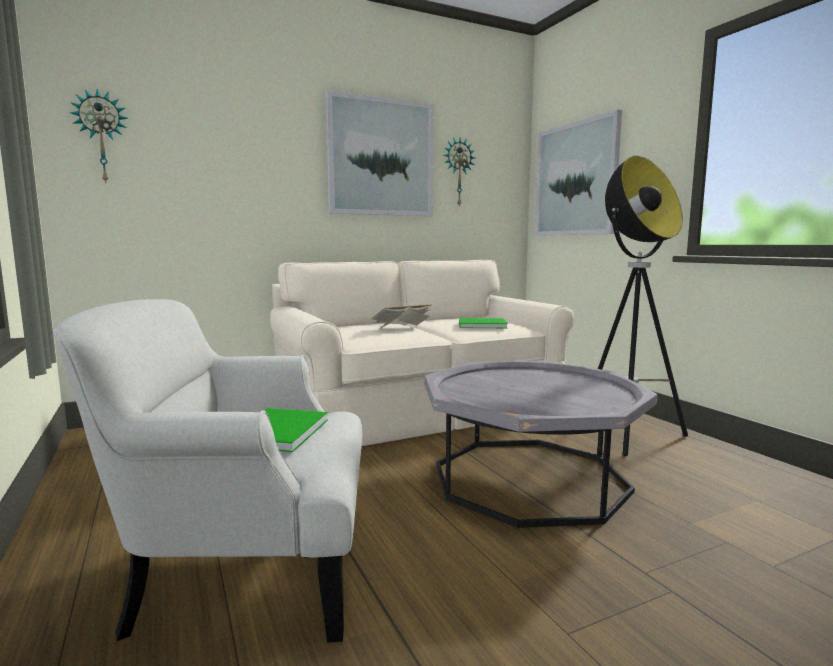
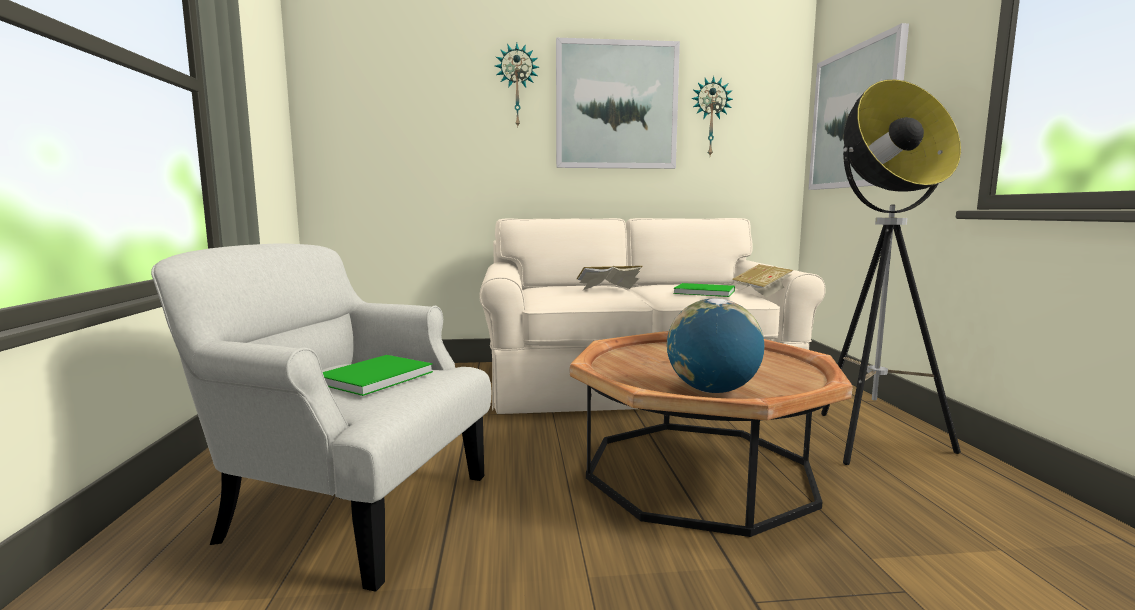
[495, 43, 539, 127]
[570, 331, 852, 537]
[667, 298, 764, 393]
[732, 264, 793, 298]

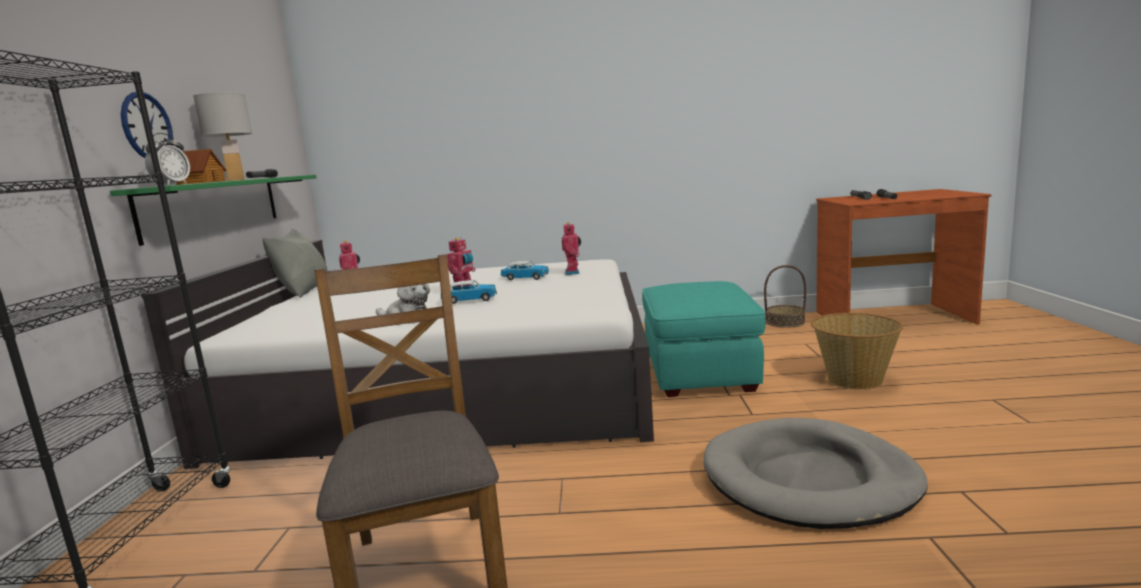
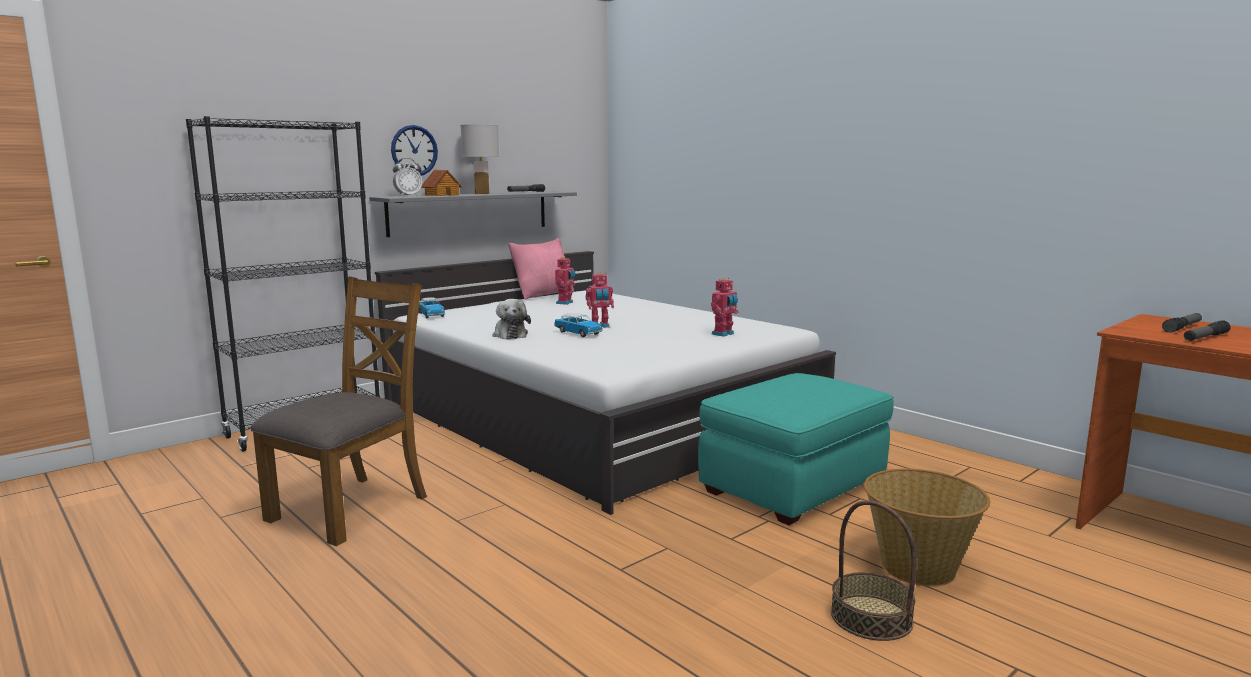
[369, 191, 577, 237]
[508, 238, 574, 299]
[419, 297, 445, 318]
[703, 418, 927, 529] (first image)
[831, 500, 917, 641]

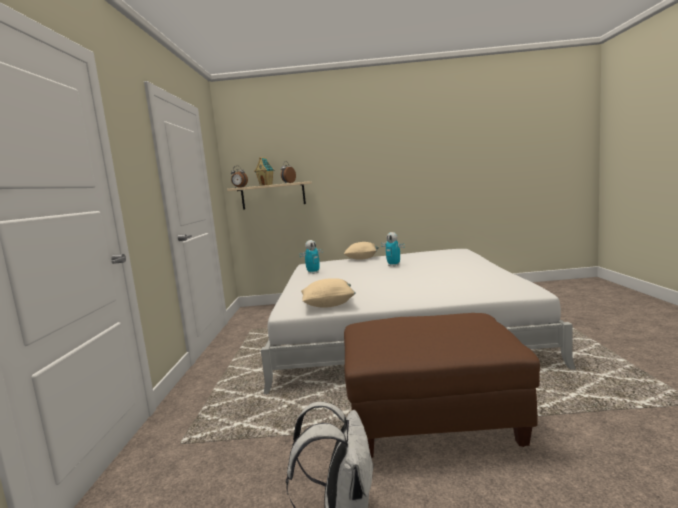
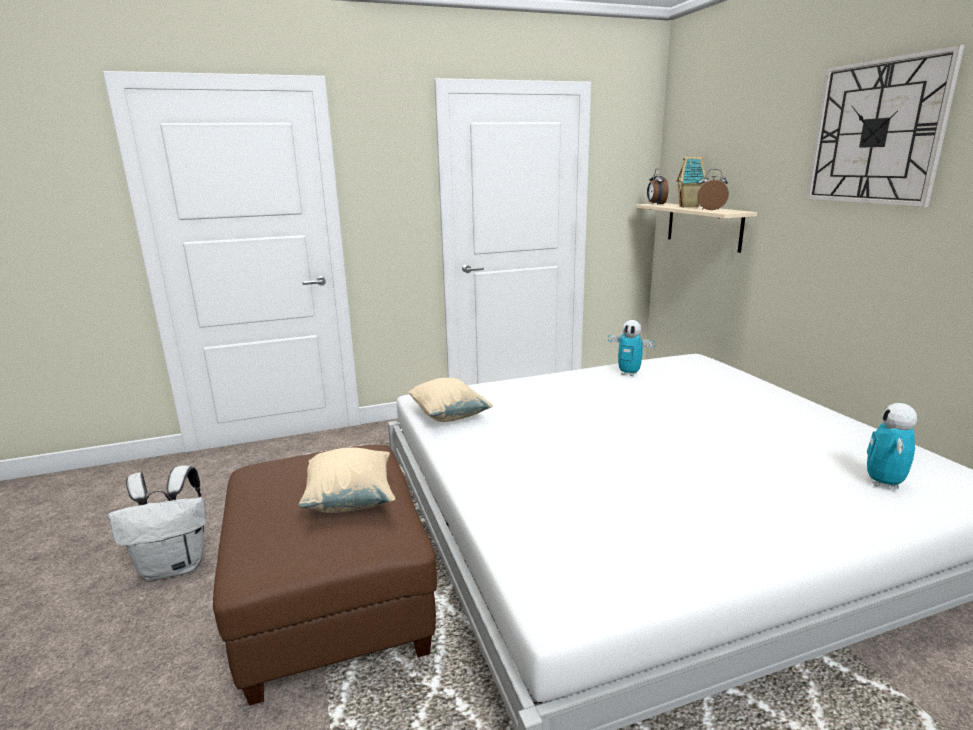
[299, 447, 395, 513]
[867, 403, 917, 490]
[806, 45, 965, 207]

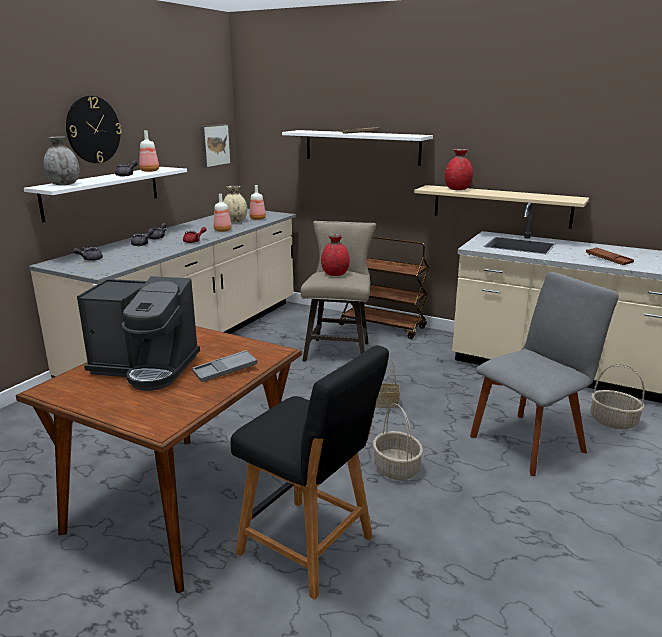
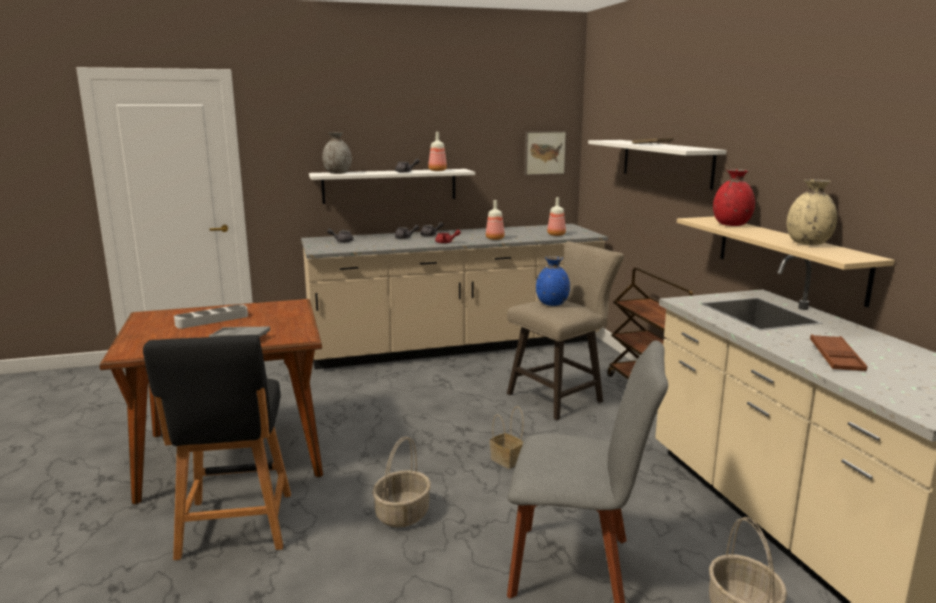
[66, 96, 122, 163] (first image)
[174, 304, 248, 329]
[787, 179, 837, 245]
[536, 256, 570, 306]

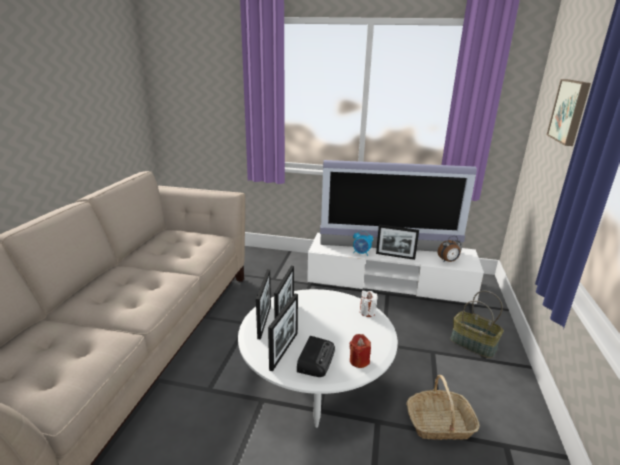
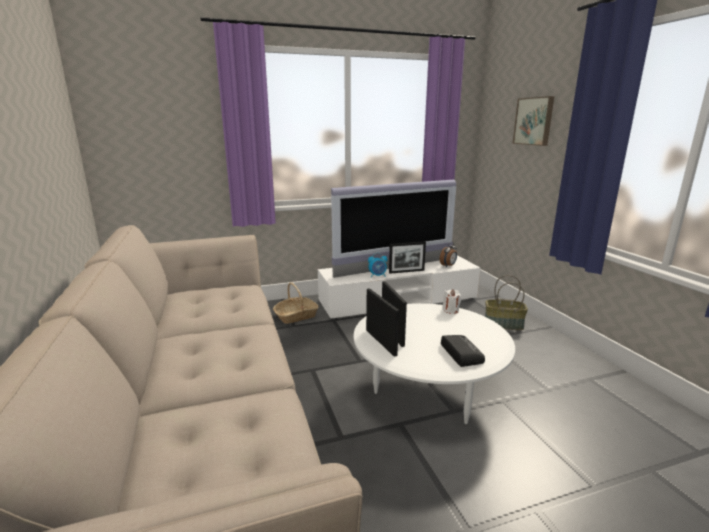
[268, 294, 298, 371] (first image)
[350, 334, 371, 368] (first image)
[273, 282, 319, 324]

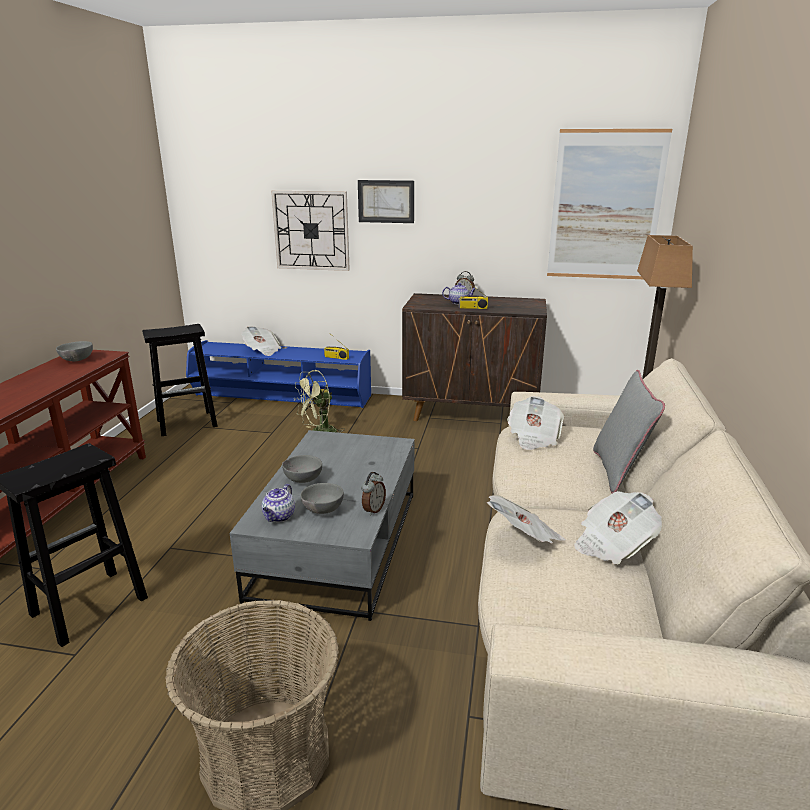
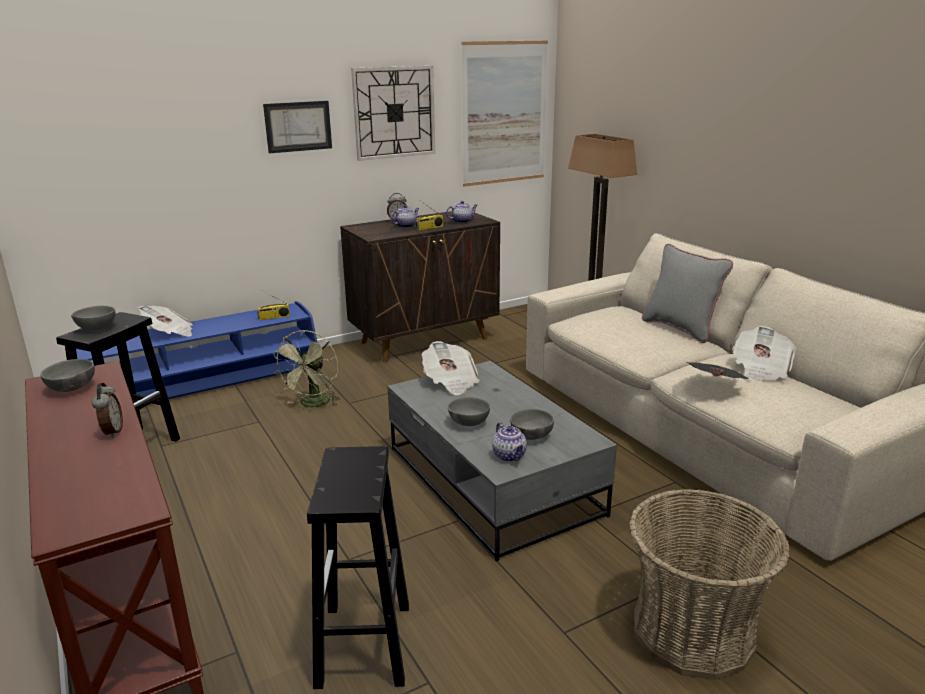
[351, 66, 435, 161]
[92, 383, 123, 438]
[422, 341, 480, 395]
[71, 306, 115, 330]
[446, 201, 477, 223]

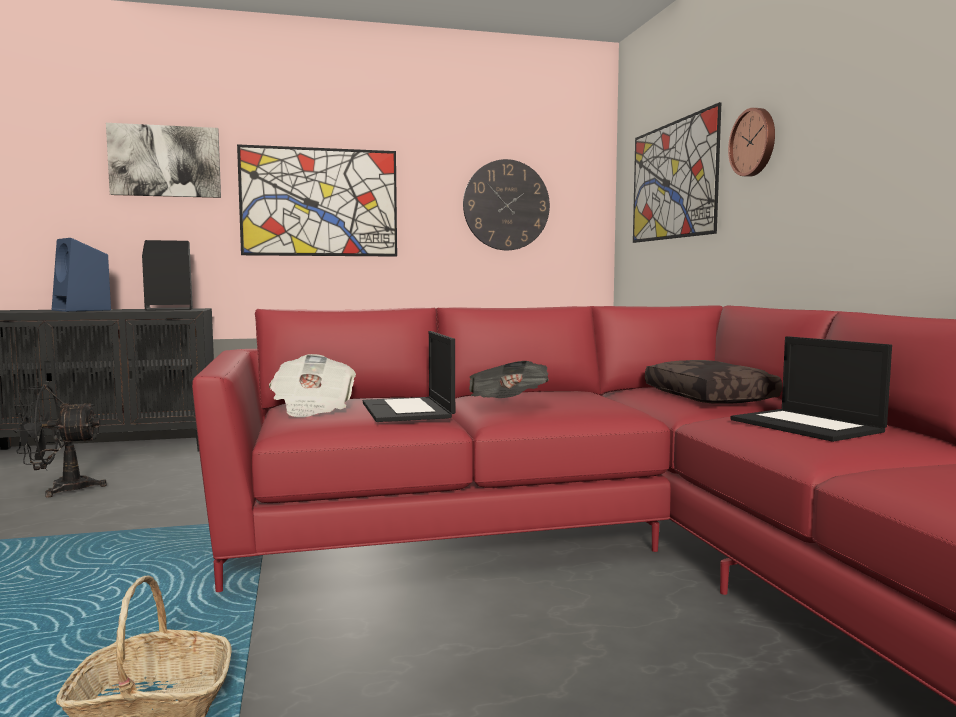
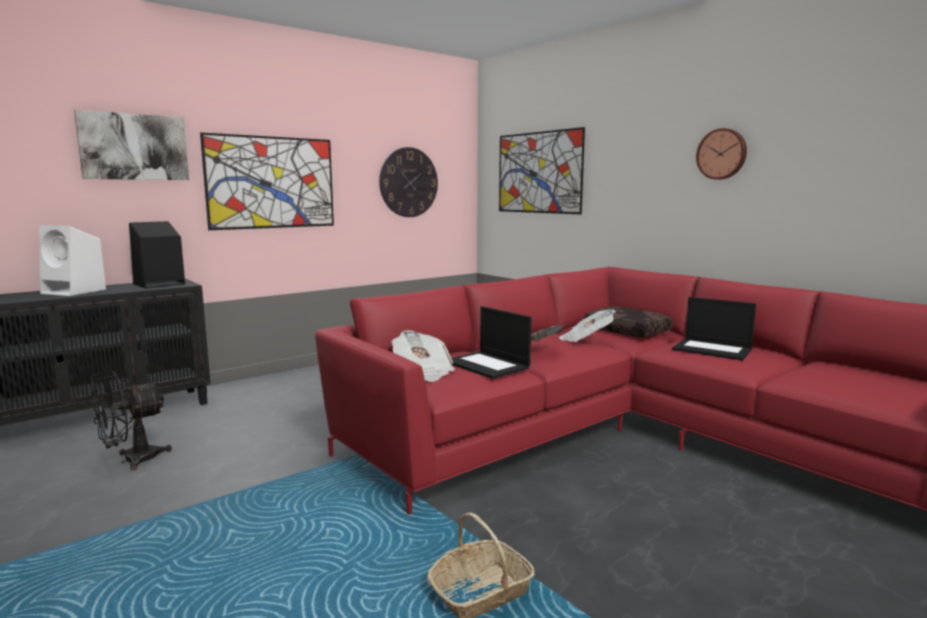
[39, 225, 106, 296]
[696, 128, 747, 180]
[559, 309, 616, 342]

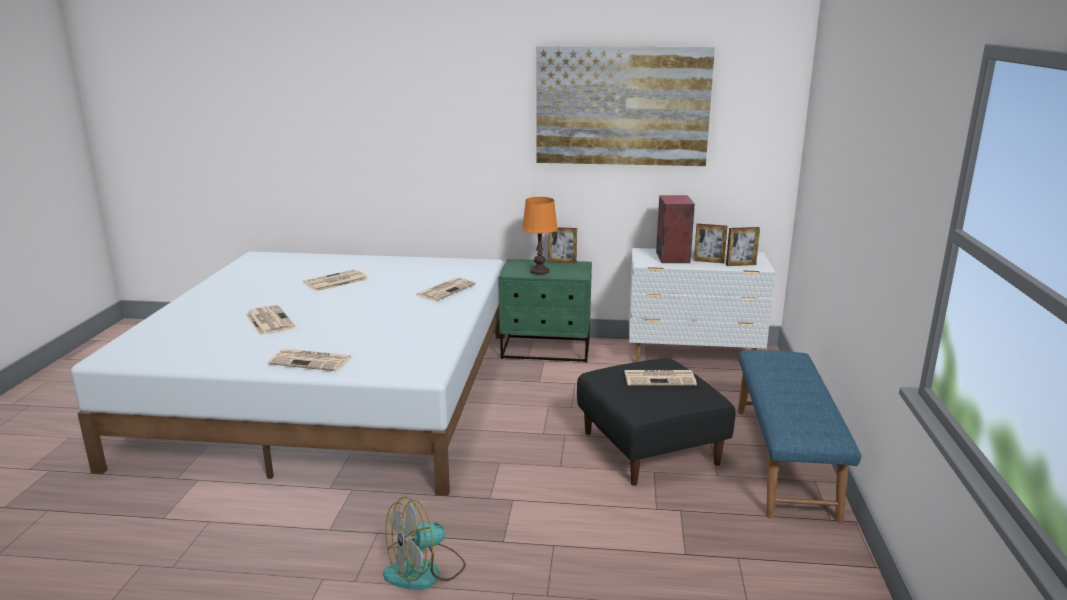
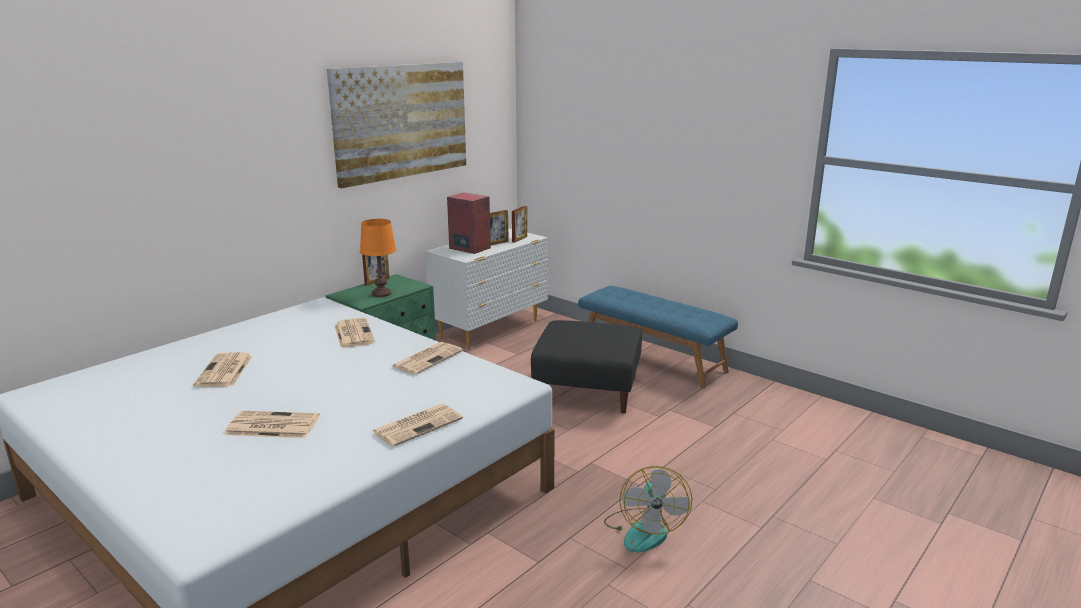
[391, 342, 463, 375]

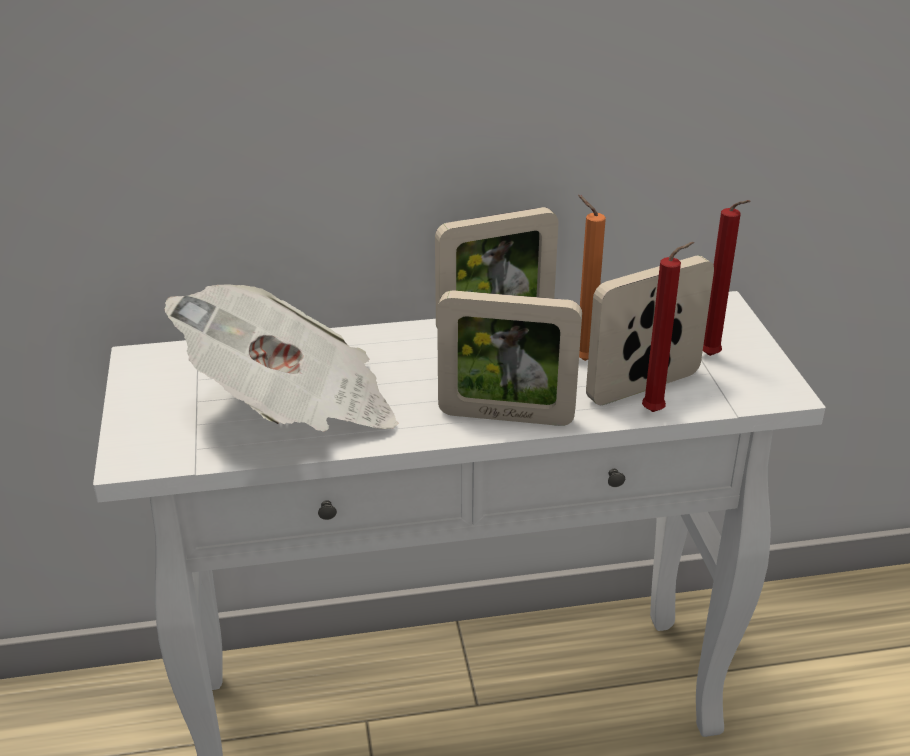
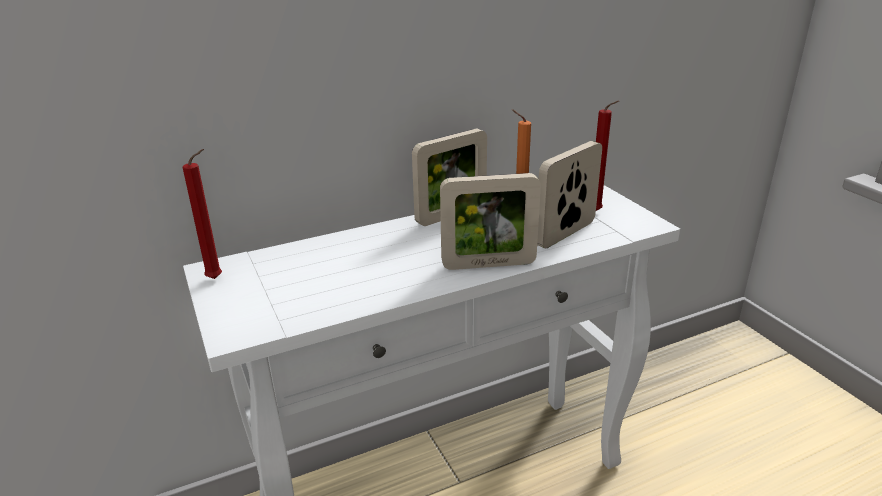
[164, 285, 399, 432] (first image)
[183, 149, 222, 279]

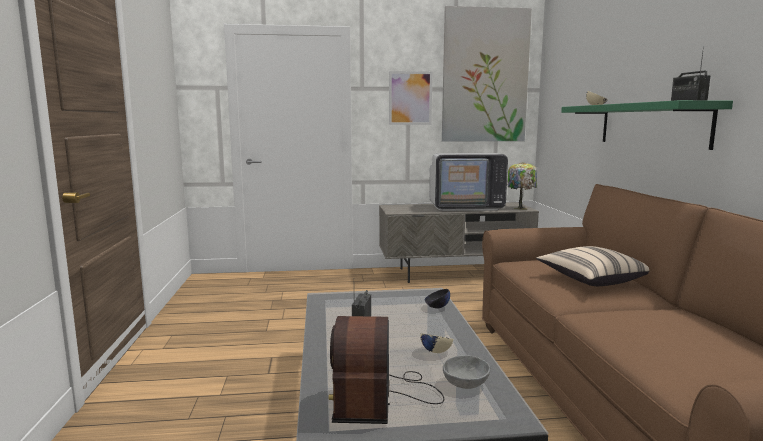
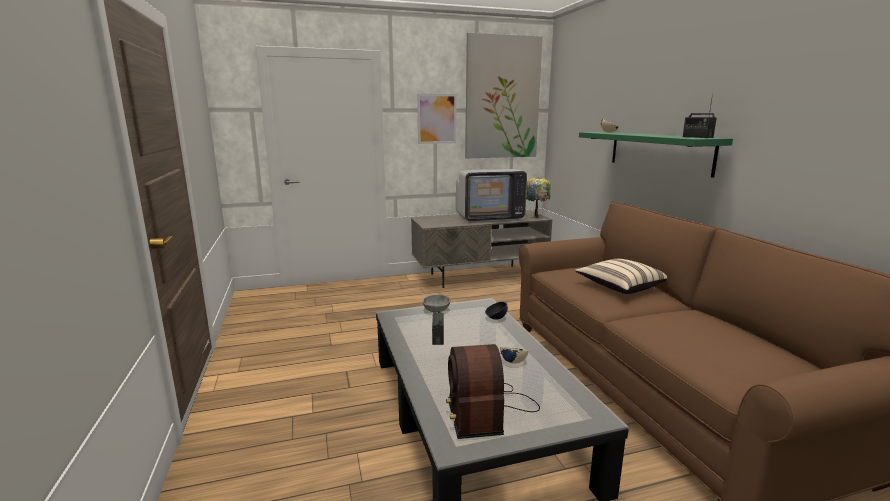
[423, 295, 450, 312]

